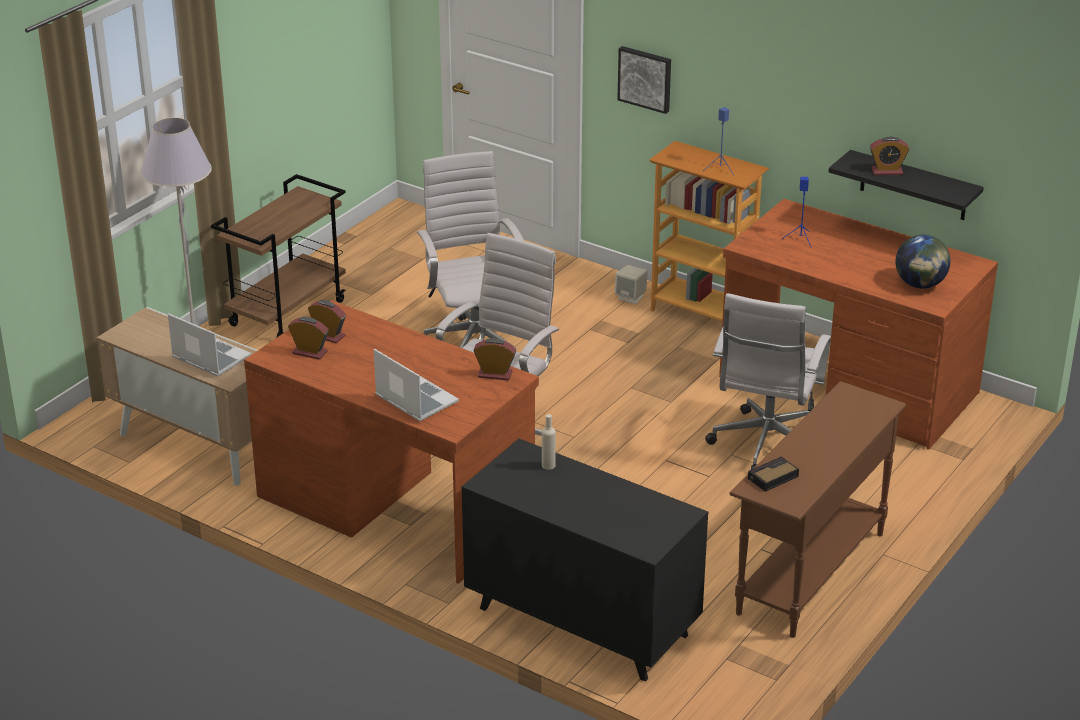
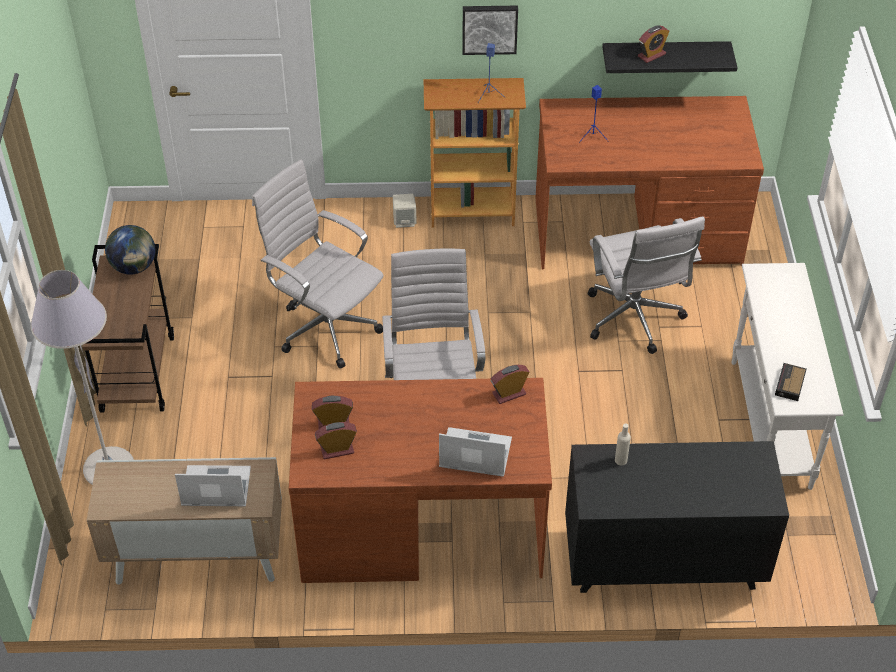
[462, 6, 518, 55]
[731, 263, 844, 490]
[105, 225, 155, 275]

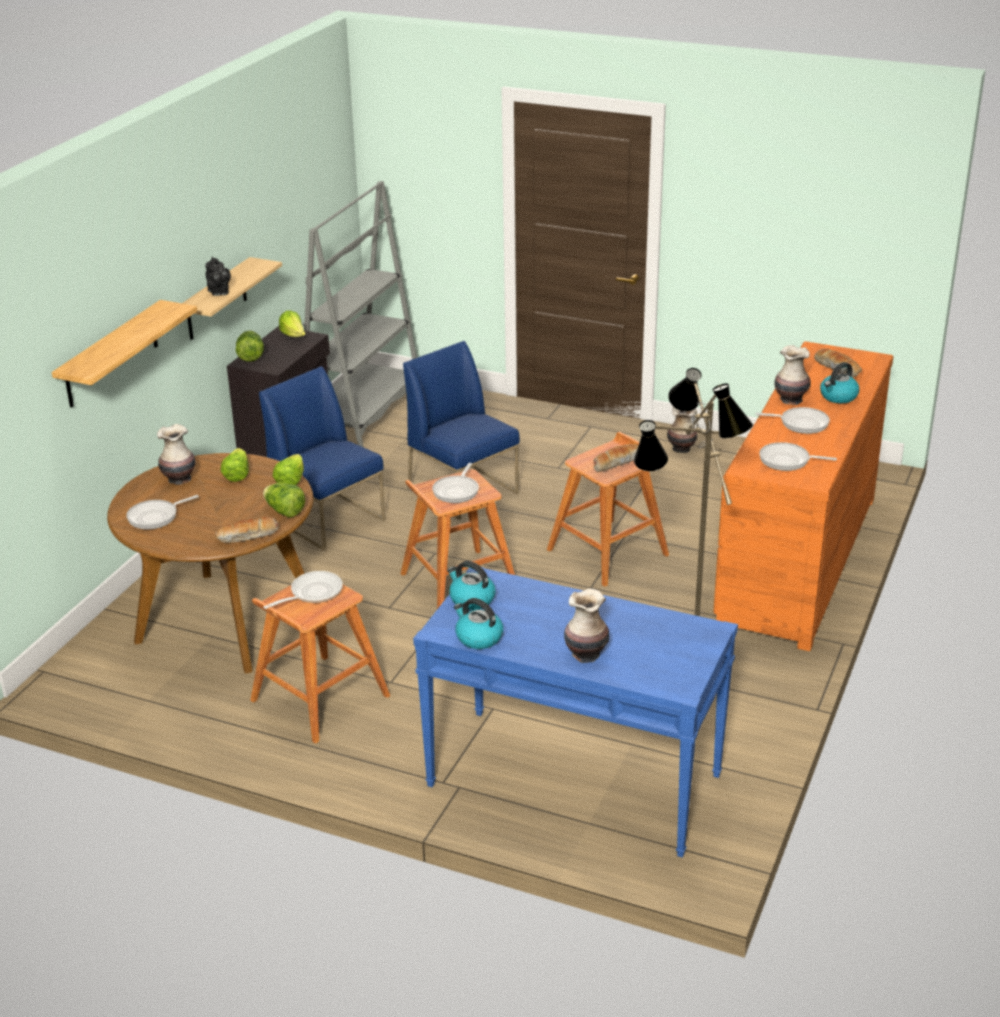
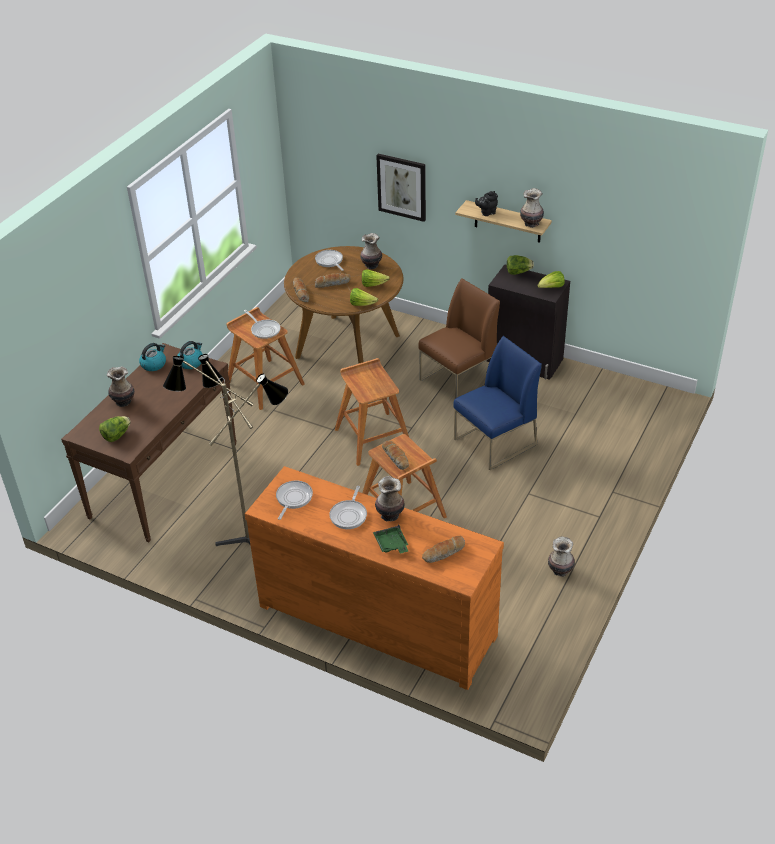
[376, 154, 426, 222]
[419, 278, 500, 398]
[99, 416, 131, 442]
[303, 181, 417, 447] (first image)
[61, 343, 237, 542]
[432, 463, 479, 503] (first image)
[373, 524, 408, 554]
[315, 273, 350, 288]
[520, 188, 544, 228]

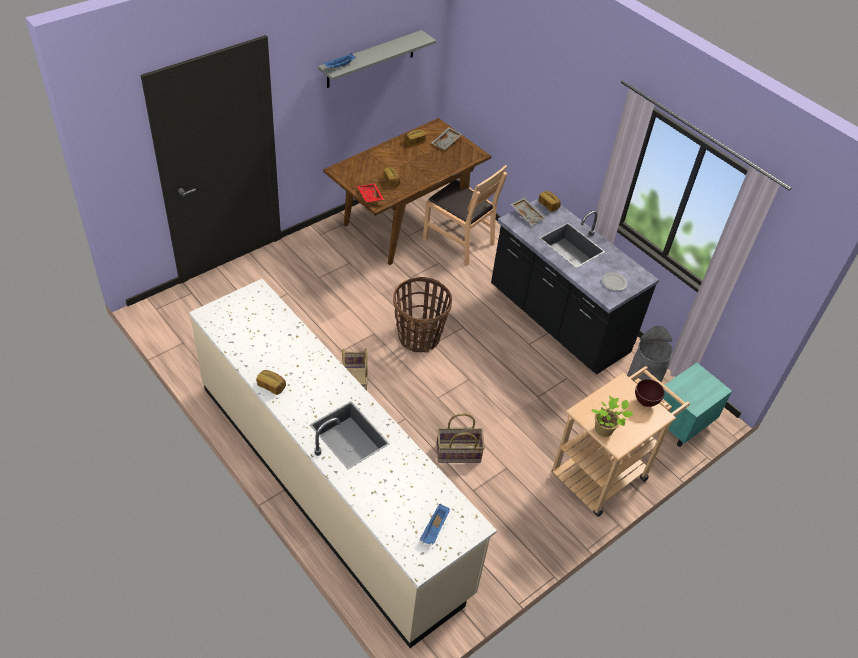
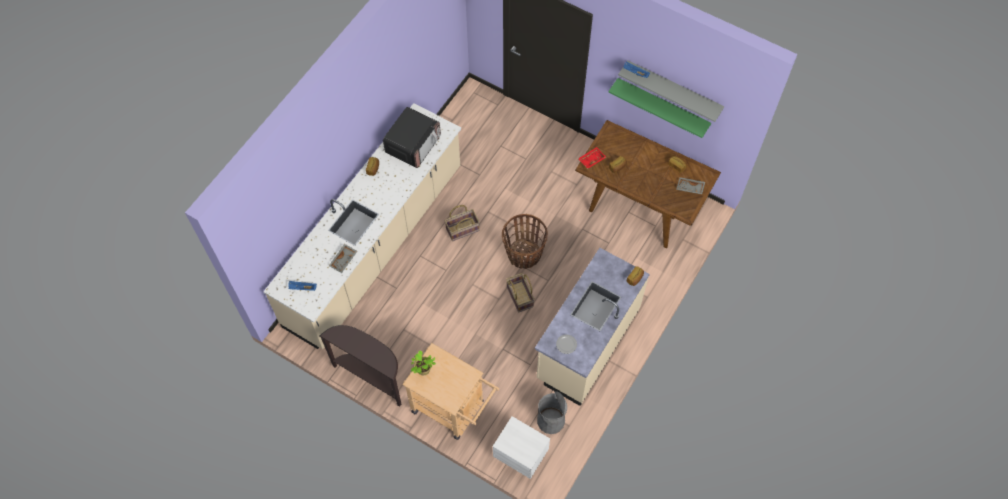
[423, 165, 507, 265] (first image)
[506, 273, 535, 313]
[535, 248, 650, 406]
[329, 244, 357, 273]
[635, 379, 665, 407] (first image)
[493, 416, 550, 479]
[320, 325, 401, 406]
[383, 107, 441, 168]
[608, 78, 711, 138]

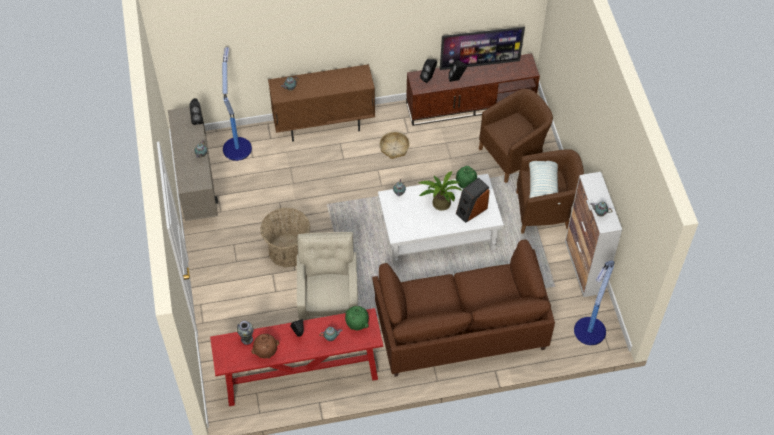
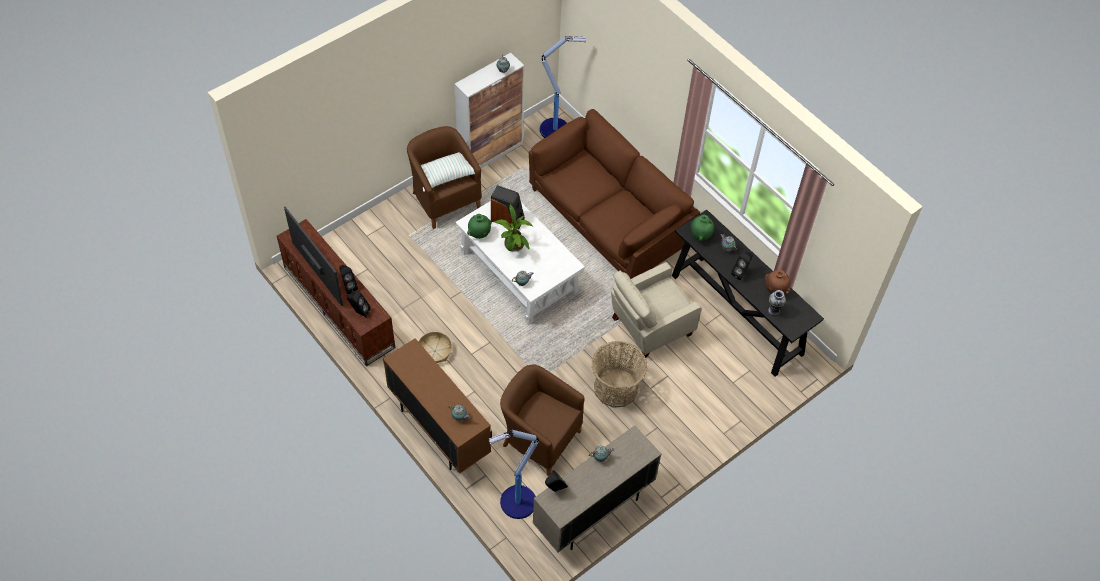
[672, 210, 824, 377]
[500, 365, 585, 476]

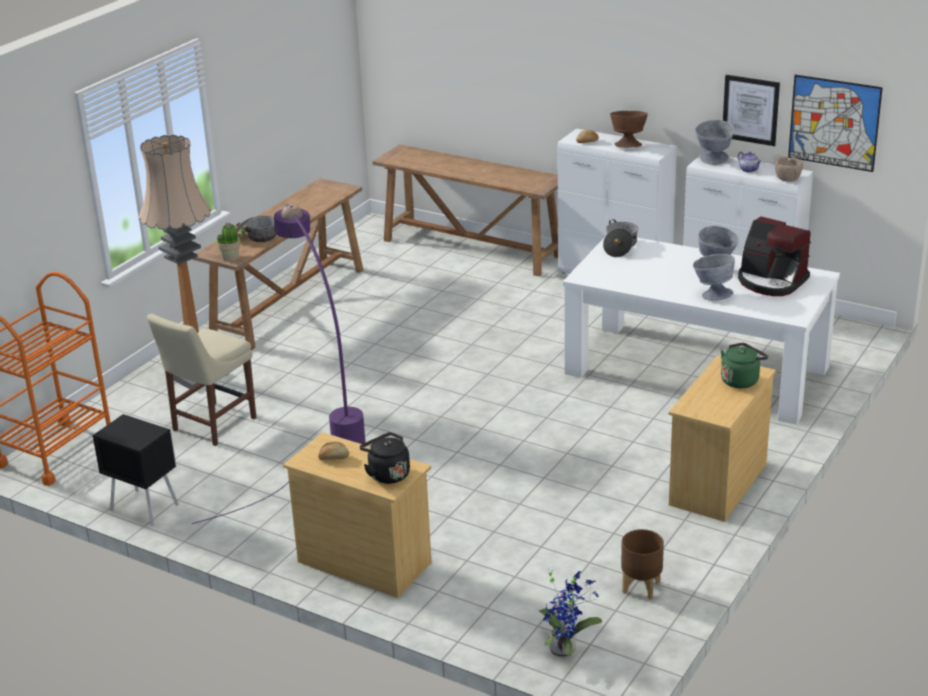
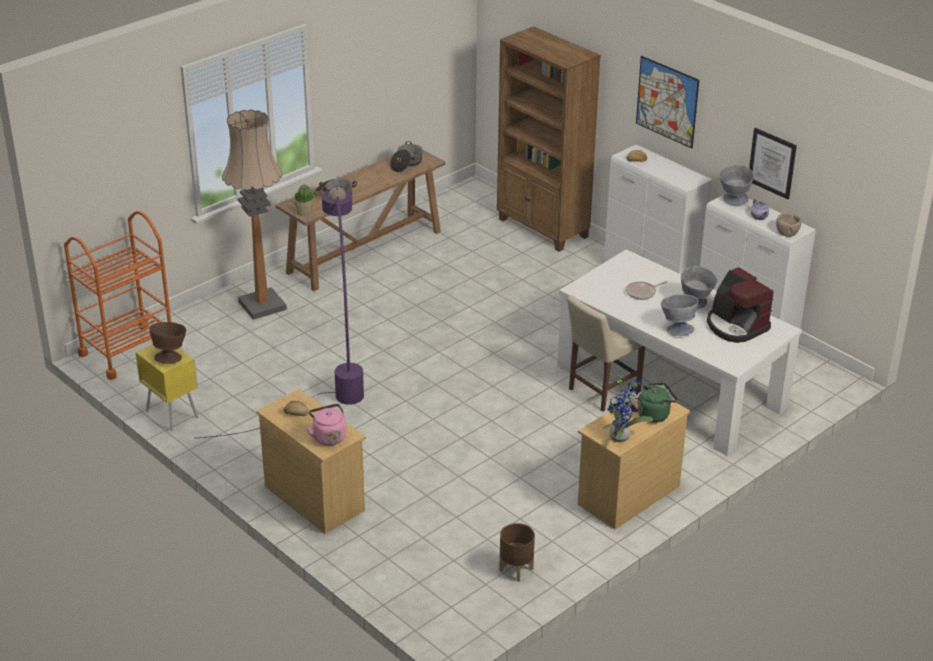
[135, 344, 199, 431]
[567, 295, 645, 412]
[306, 404, 347, 446]
[497, 26, 601, 252]
[603, 372, 653, 442]
[390, 141, 423, 172]
[149, 322, 186, 364]
[636, 56, 699, 149]
[626, 281, 668, 300]

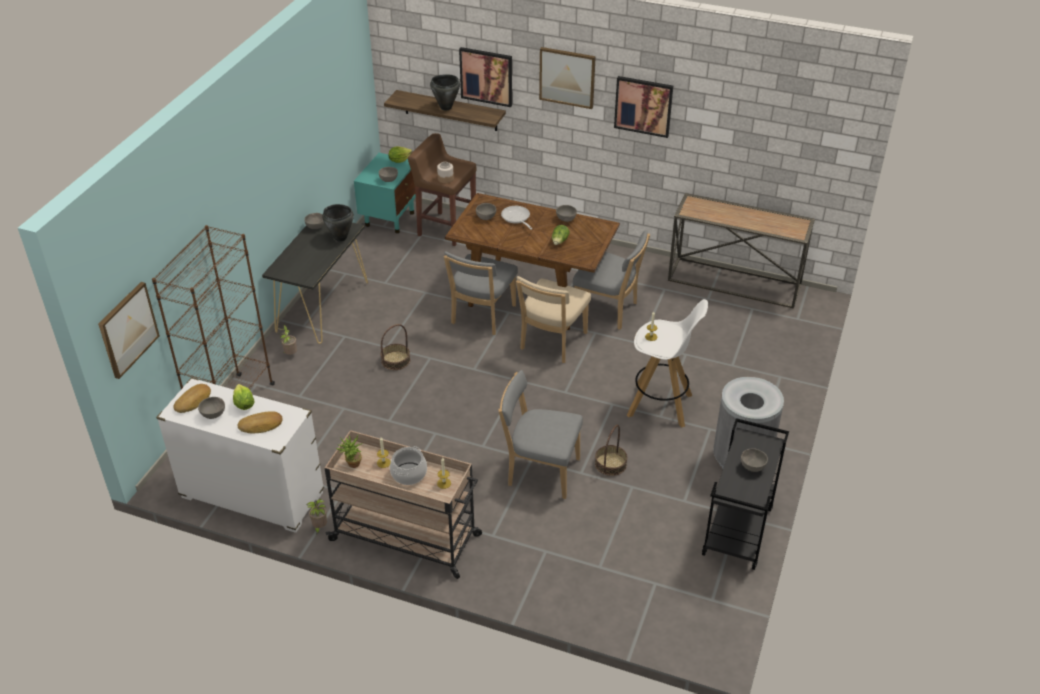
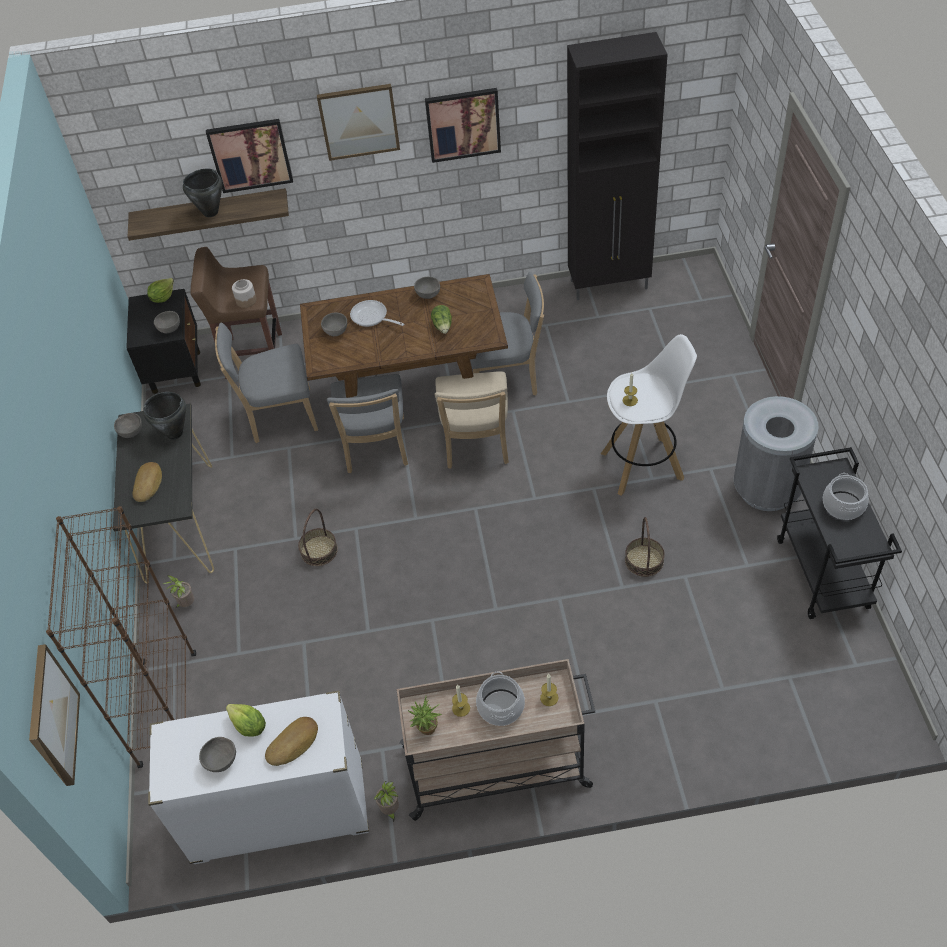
[132, 462, 162, 502]
[126, 289, 201, 394]
[215, 322, 318, 443]
[567, 32, 668, 300]
[823, 473, 869, 520]

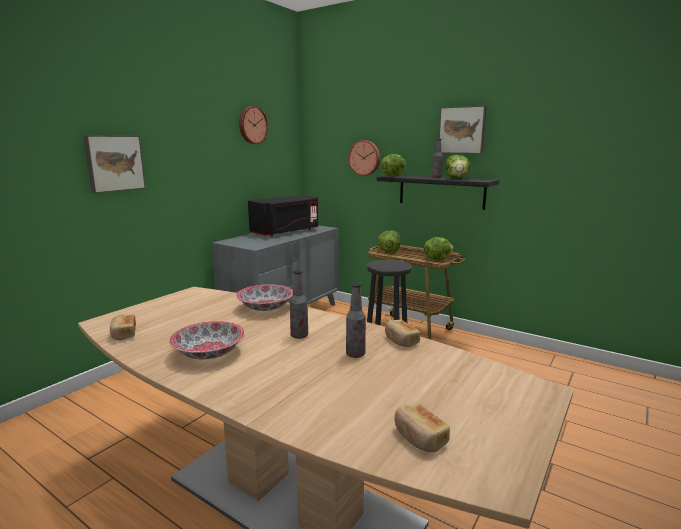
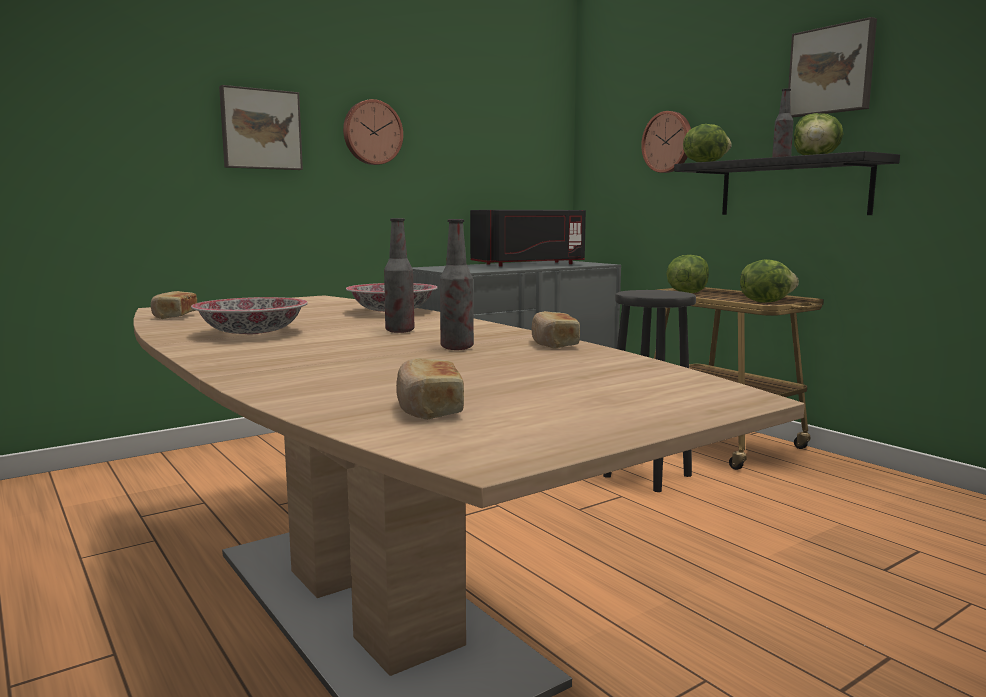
[343, 99, 403, 165]

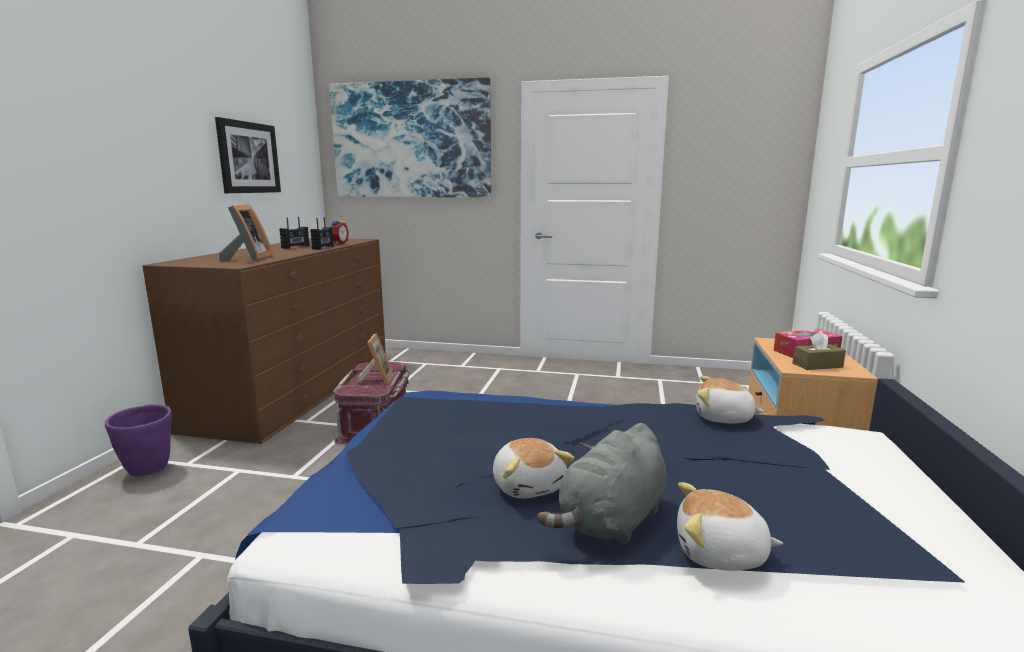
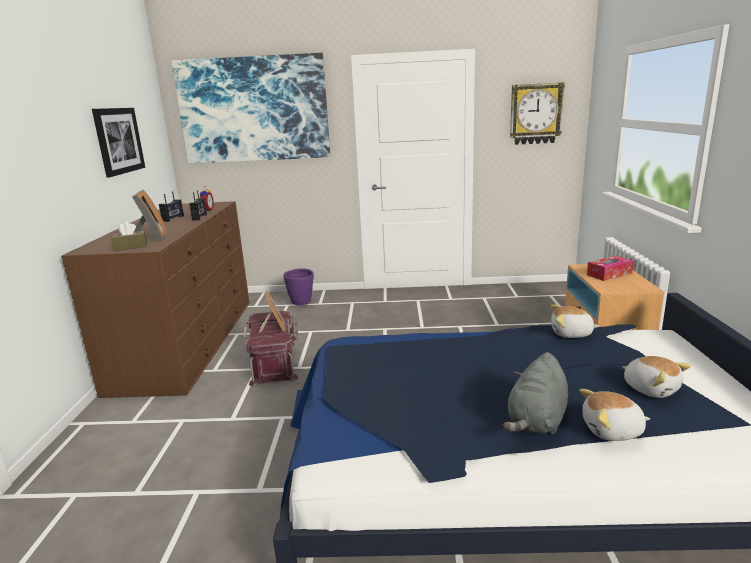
[283, 269, 314, 306]
[623, 356, 691, 398]
[111, 221, 147, 251]
[510, 83, 565, 145]

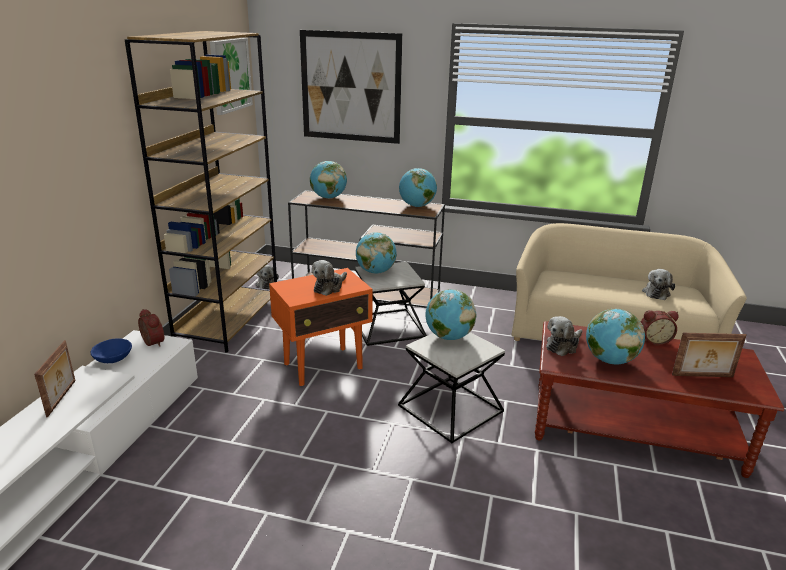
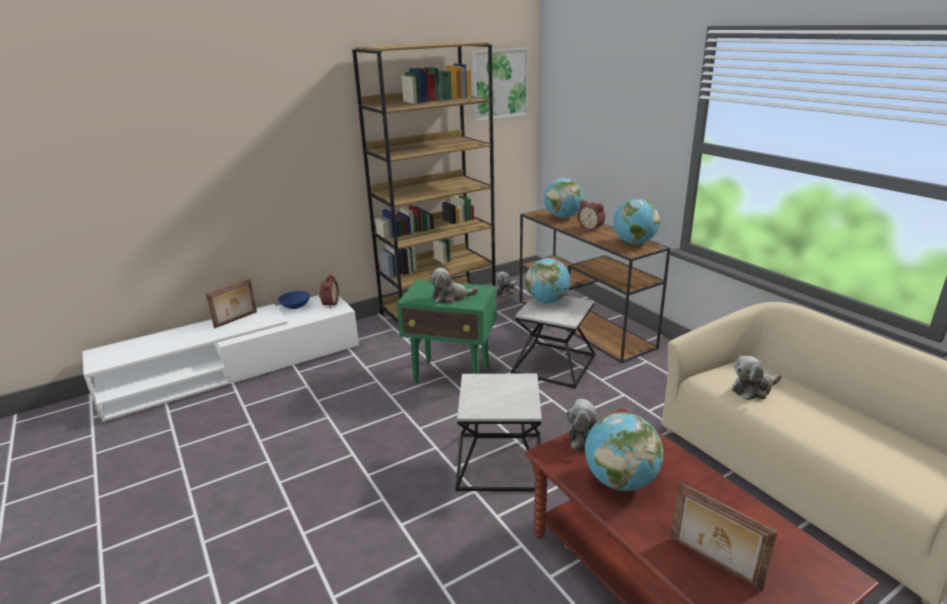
[397, 280, 497, 383]
[300, 30, 402, 144] (first image)
[426, 289, 476, 340] (first image)
[577, 200, 605, 231]
[732, 356, 782, 400]

